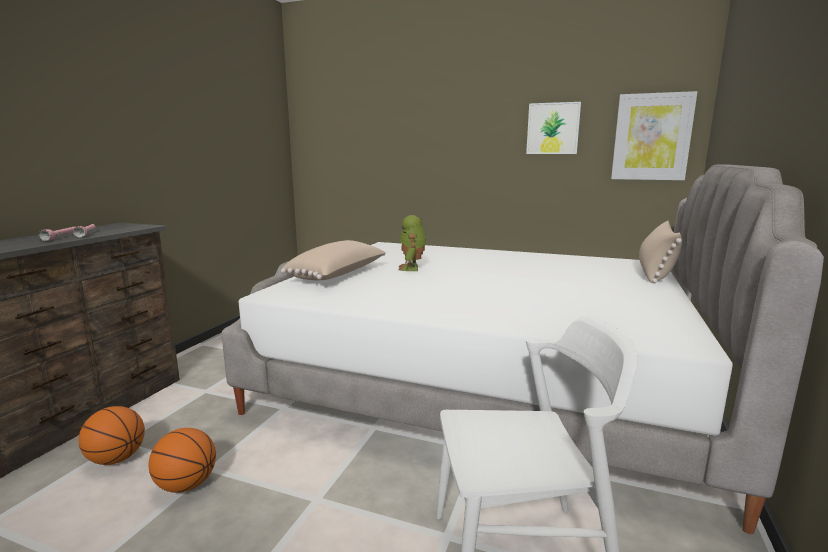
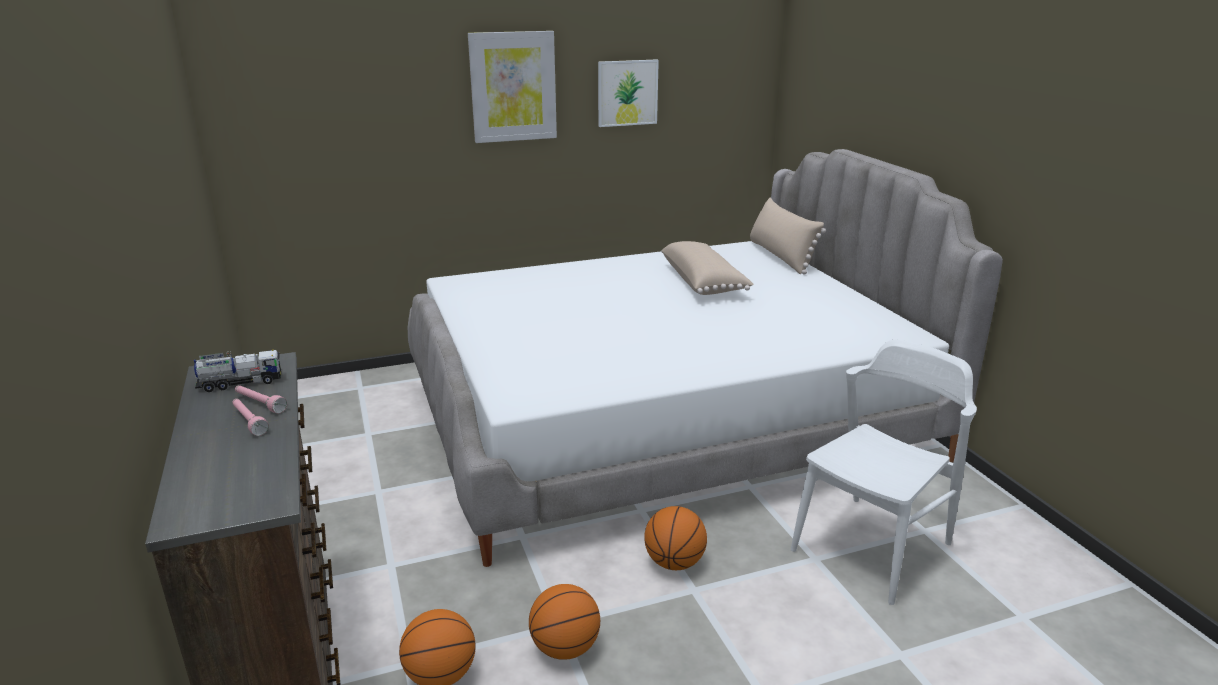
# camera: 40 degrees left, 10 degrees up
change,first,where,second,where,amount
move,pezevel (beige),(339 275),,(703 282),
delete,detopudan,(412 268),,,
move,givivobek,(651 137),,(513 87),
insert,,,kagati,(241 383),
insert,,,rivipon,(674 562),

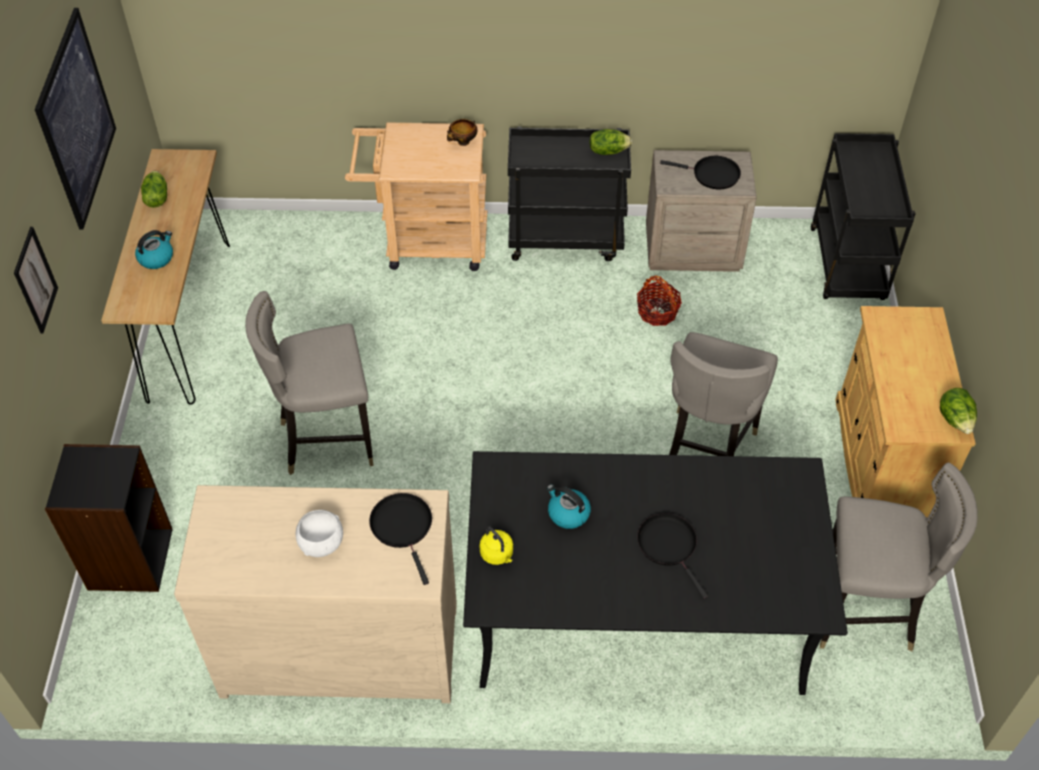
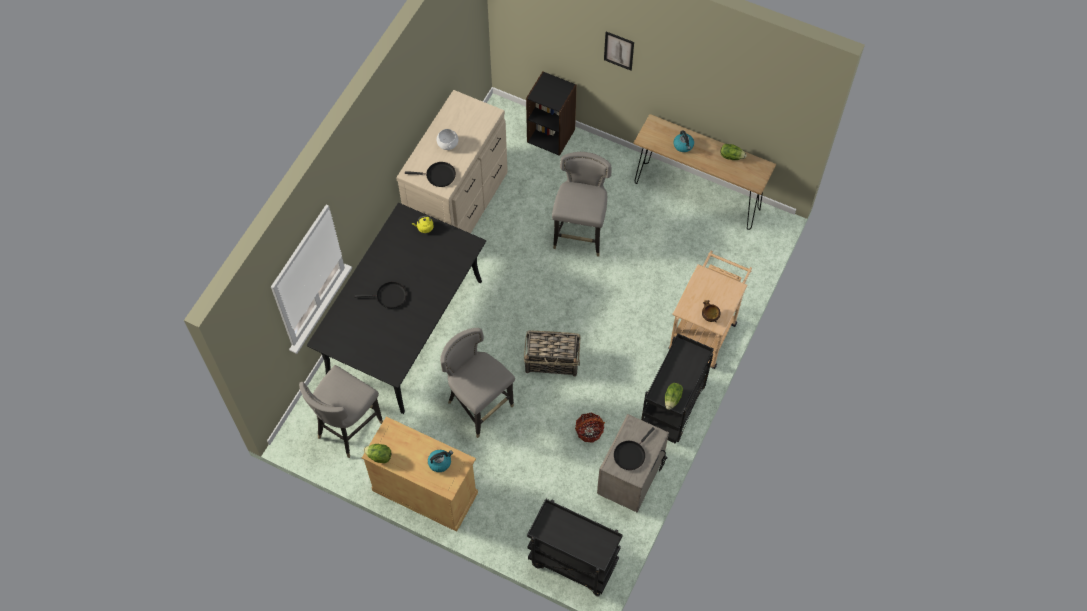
# camera: 115 degrees right, 10 degrees up
change,first,where,second,where,amount
delete,givivobek,(76 119),,,
move,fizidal,(567 513),,(440 462),
insert,,,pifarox,(552 360),

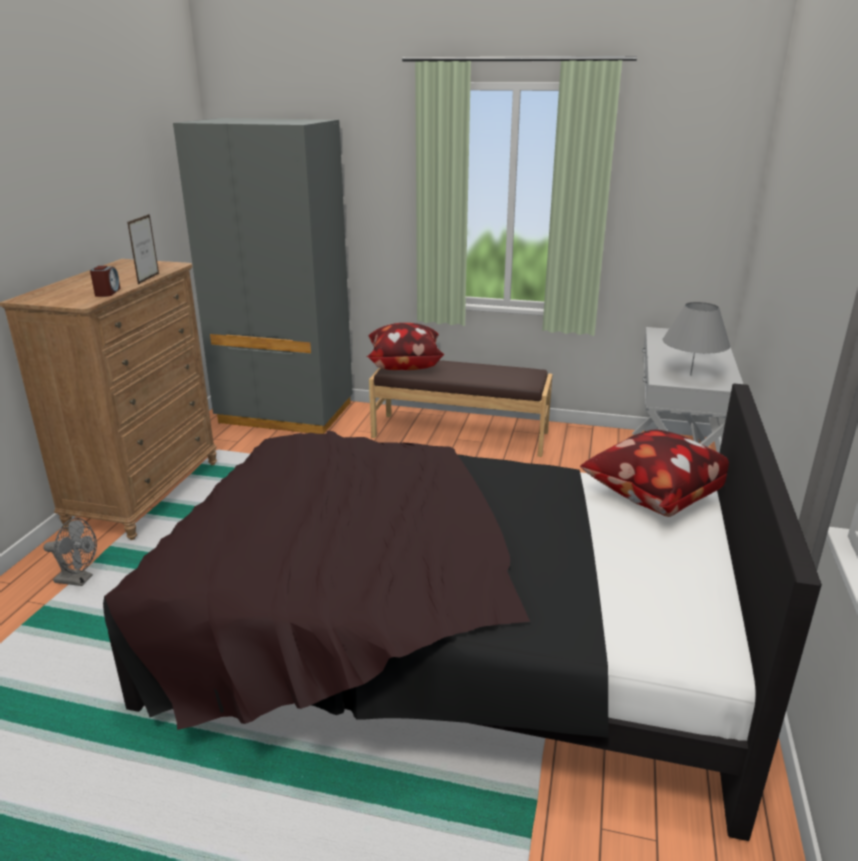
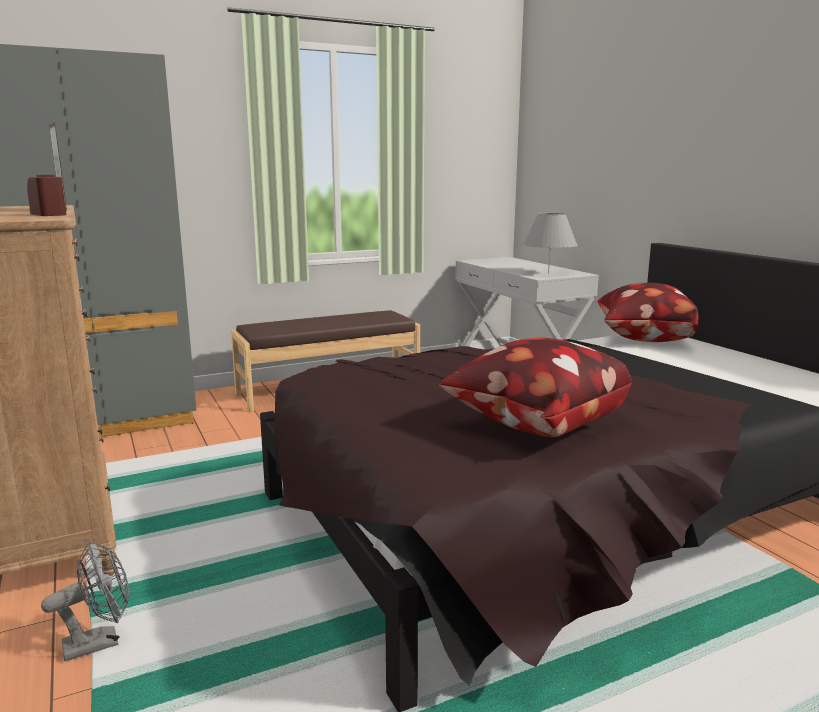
# camera: 40 degrees left, 10 degrees down
change,first,where,second,where,amount
move,pezevel,(404 365),,(534 424),

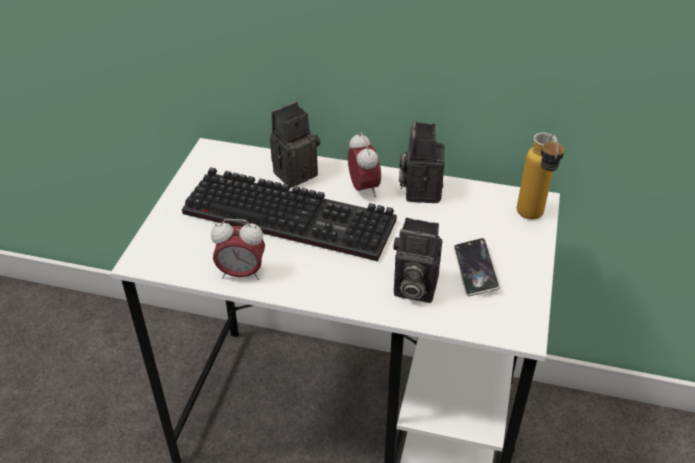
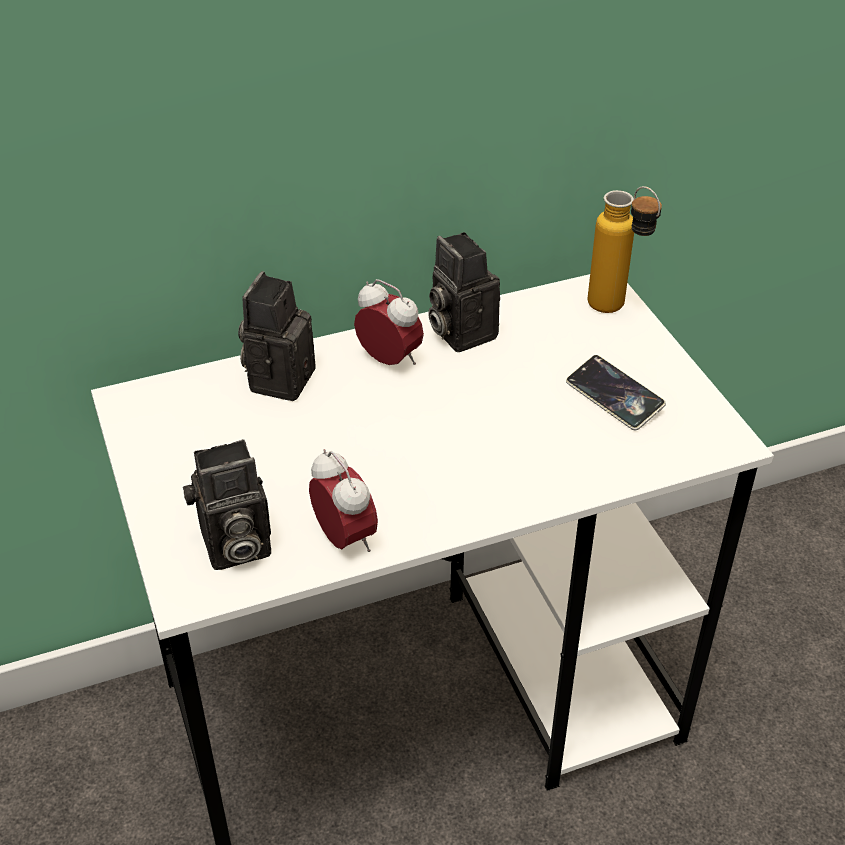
# camera: 35 degrees left, 0 degrees up
change,first,where,second,where,amount
delete,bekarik,(294 215),,,
rotate,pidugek,(241 273),,(345 539),90 degrees counterclockwise
move,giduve,(412 288),,(233 548),

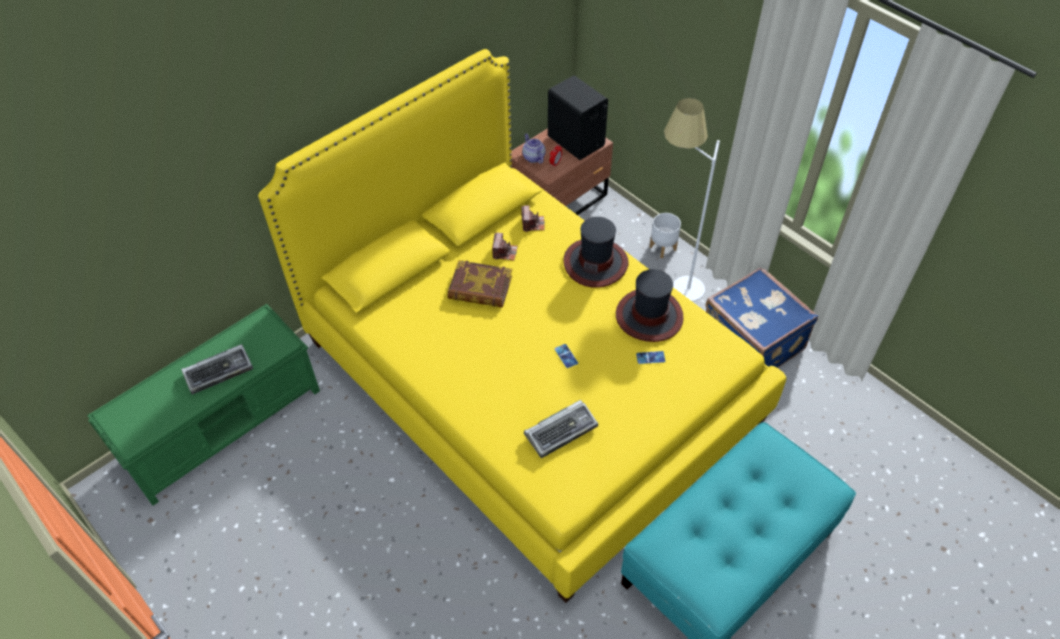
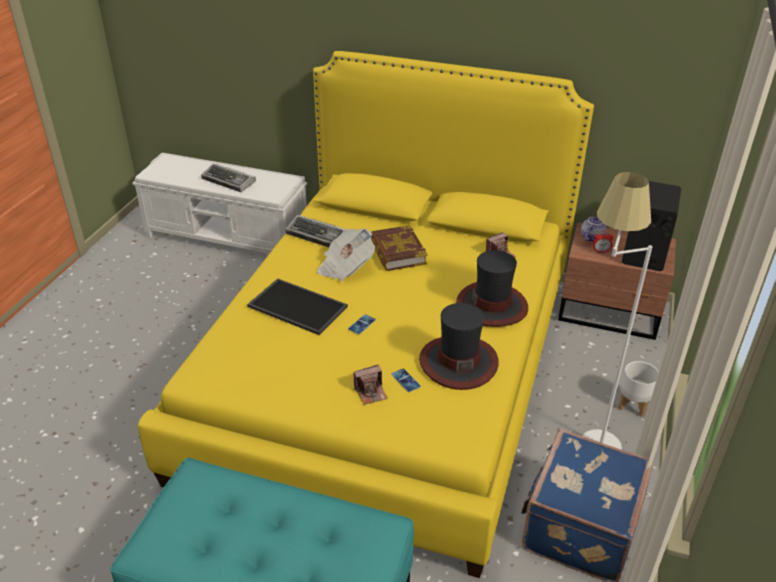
# camera: 60 degrees right, 15 degrees down
change,first,where,second,where,amount
recolor,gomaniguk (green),(224 424),gomaniguk (white),(228 237),
move,giduve,(504 252),,(371 392),
move,bekarik,(561 430),,(318 236),
insert,,,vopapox,(296 307),
insert,,,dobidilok,(345 267),

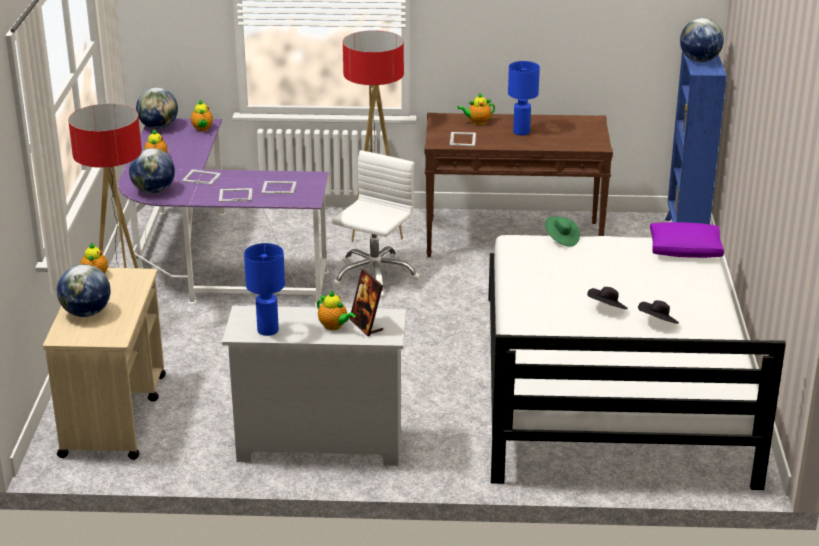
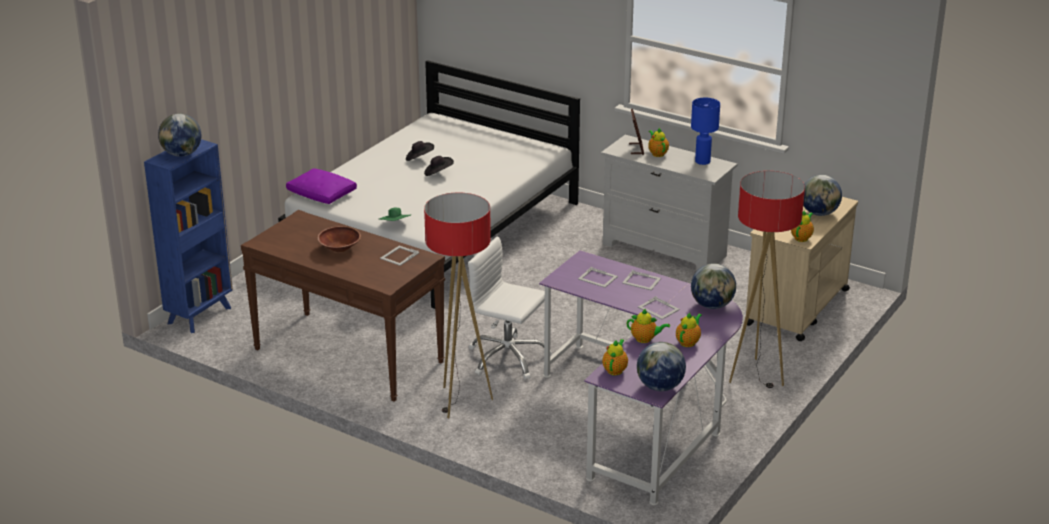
# camera: 150 degrees left, 0 degrees up
change,first,where,second,where,amount
rotate,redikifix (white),(374 275),,(507 358),60 degrees clockwise
move,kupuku,(477 122),,(645 339),
replace,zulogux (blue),(522 132),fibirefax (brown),(339 248),

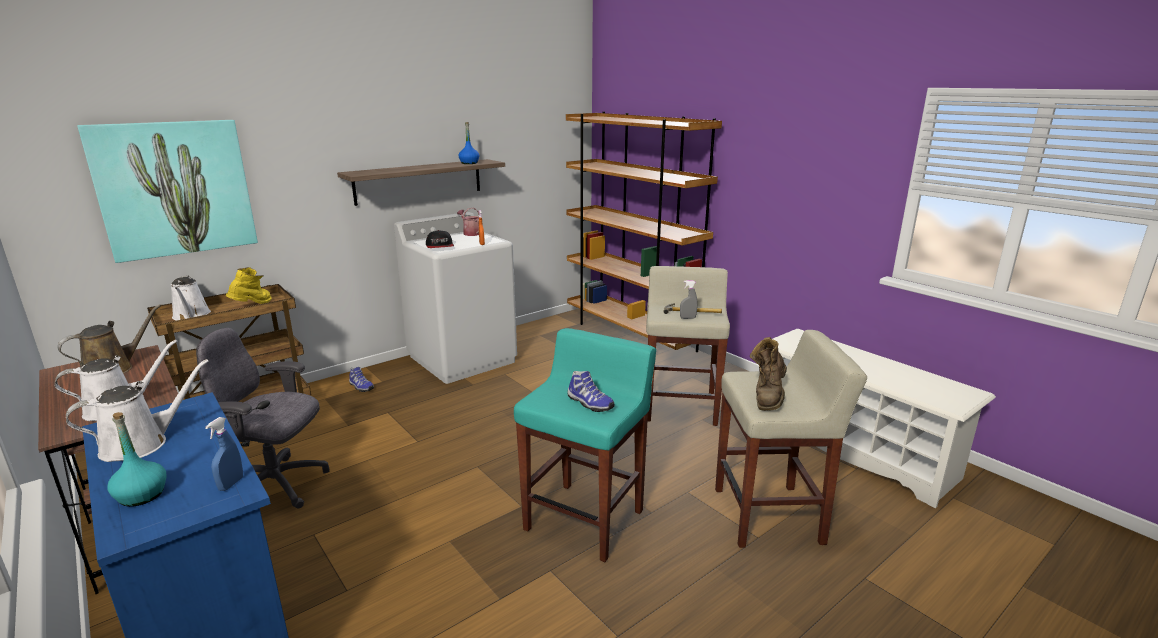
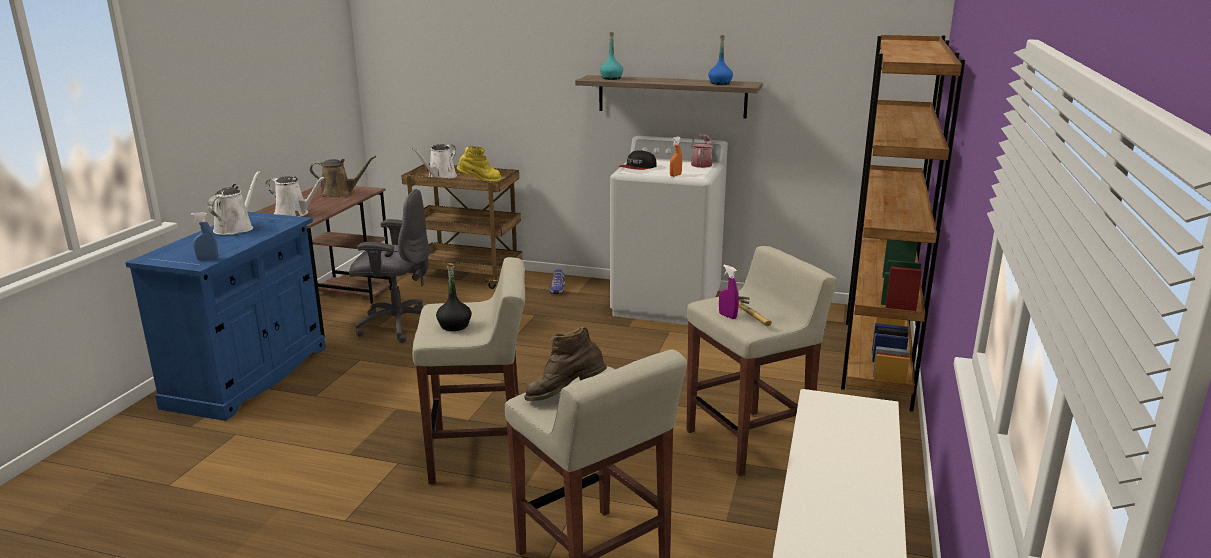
# camera: 55 degrees right, 0 degrees up
change,first,where,second,where,amount
rotate,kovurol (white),(141 444),,(236 228),90 degrees counterclockwise
delete,givivobek,(175 188),,,
move,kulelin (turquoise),(142 495),,(611 78),
rotate,redikifix (grey),(277 487),,(397 325),120 degrees clockwise
recolor,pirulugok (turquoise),(585 519),pirulugok (beige),(479 455),
replace,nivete,(589 403),kulelin (black),(454 326),
recolor,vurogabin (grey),(687 318),vurogabin (purple),(727 316),

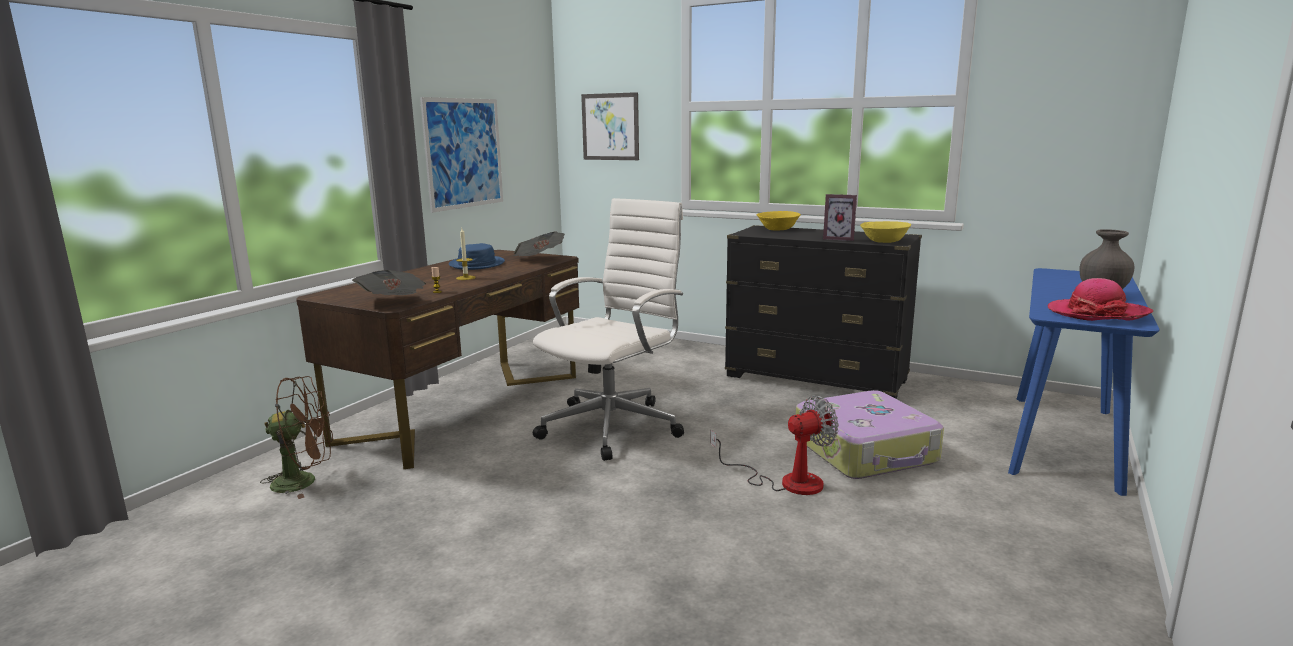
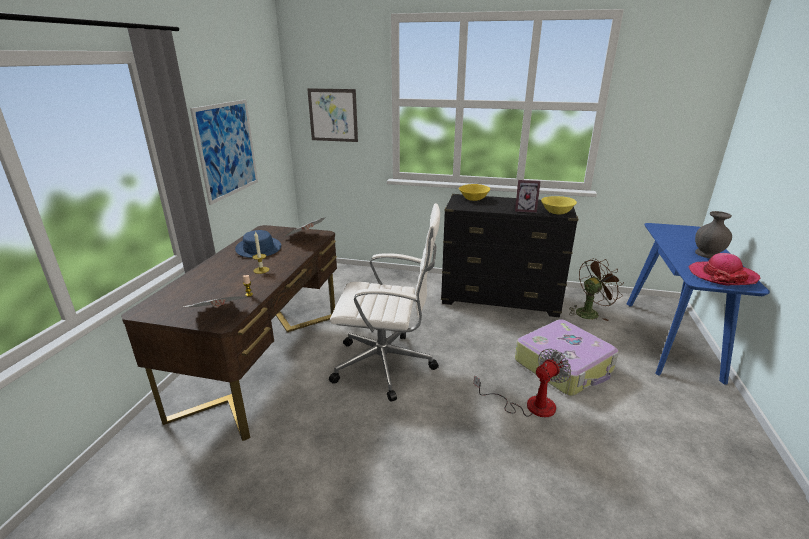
# camera: 15 degrees left, 10 degrees up
change,first,where,second,where,amount
move,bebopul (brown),(304 481),,(589 312),
rotate,redikifix (white),(614 426),,(386 365),75 degrees clockwise

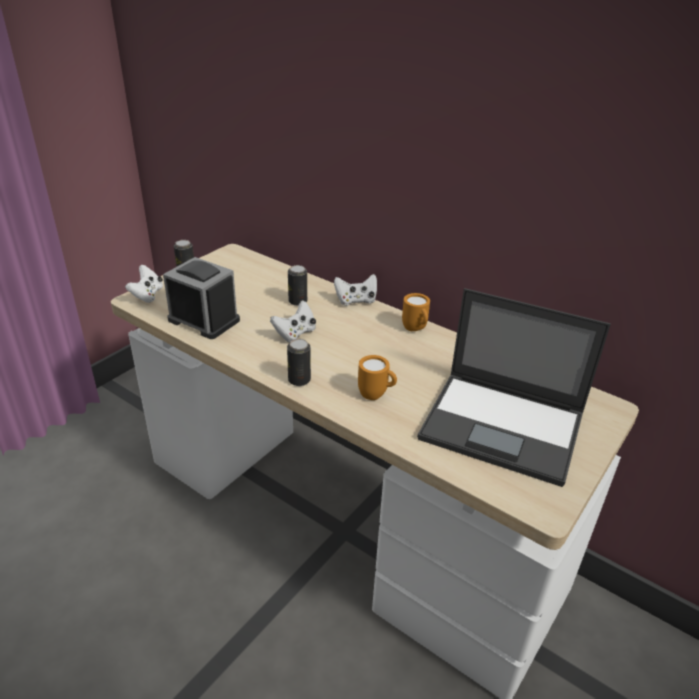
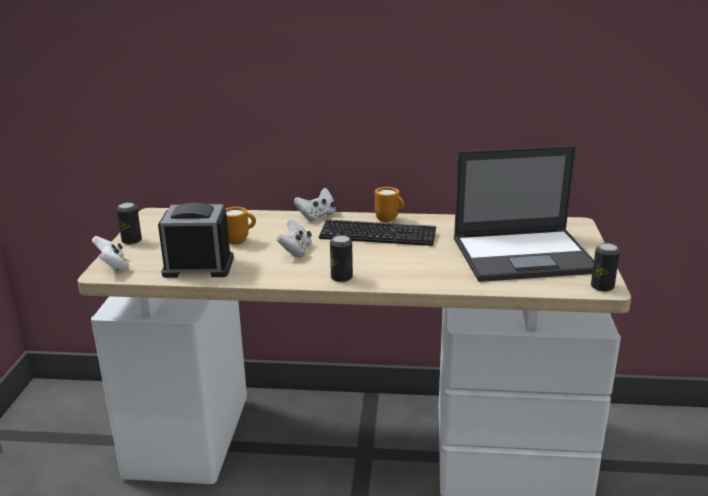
# camera: 30 degrees left, 10 degrees down
change,first,where,second,where,amount
move,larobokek,(297 301),,(602 287),
move,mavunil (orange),(376 395),,(240 241),
insert,,,bekarik,(377 235),

